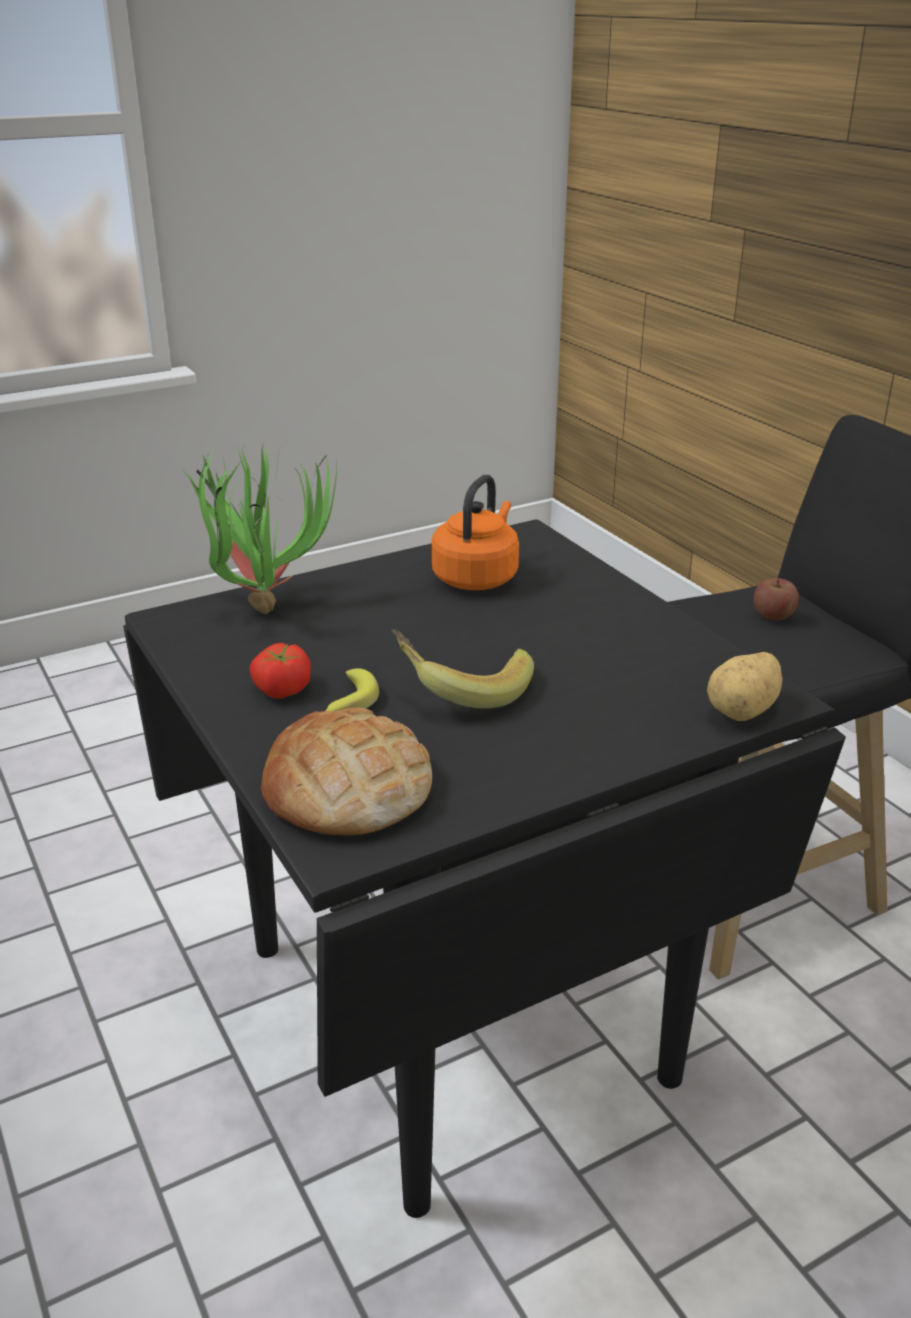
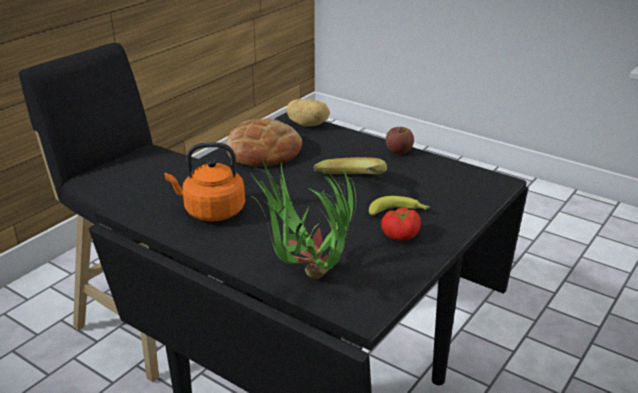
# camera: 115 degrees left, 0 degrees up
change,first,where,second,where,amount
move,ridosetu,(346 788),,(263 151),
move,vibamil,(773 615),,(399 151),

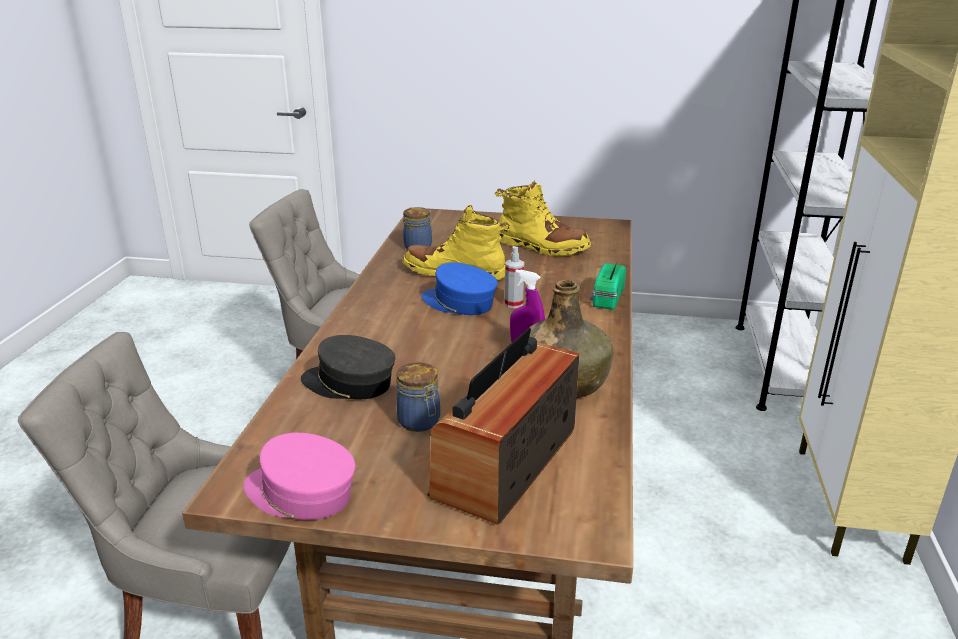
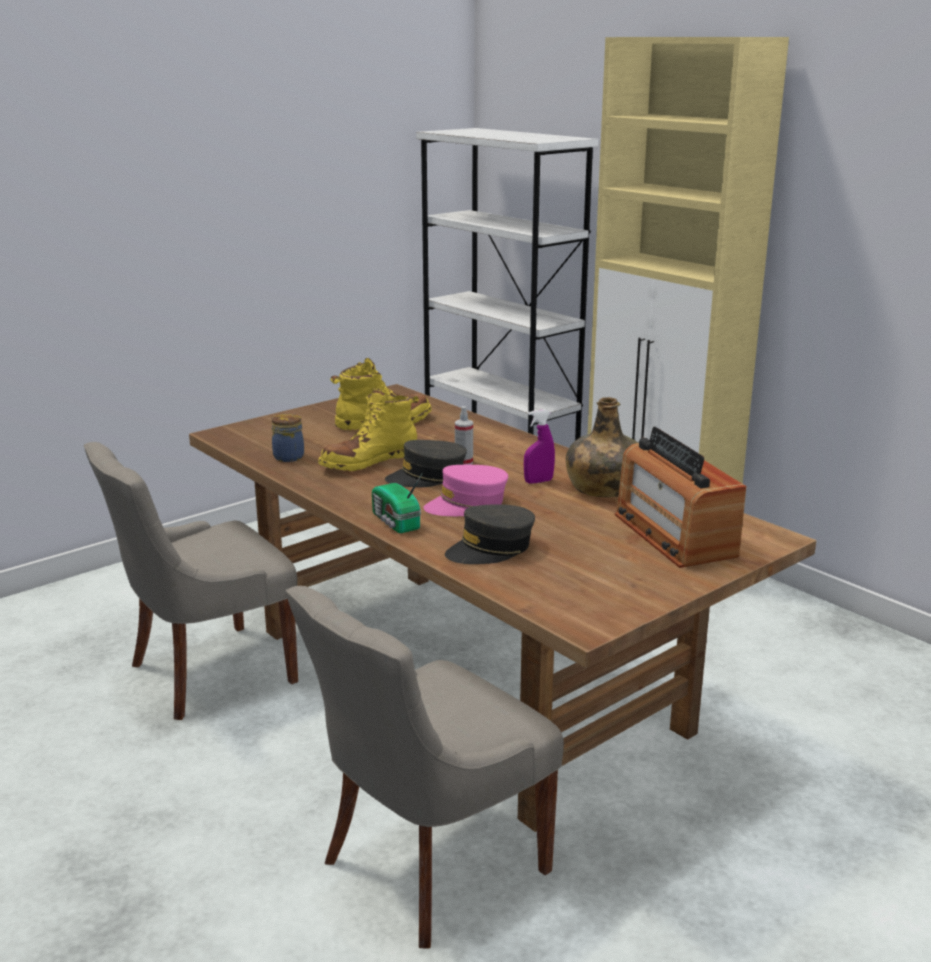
# camera: 50 degrees left, 5 degrees down
change,first,where,second,where,amount
move,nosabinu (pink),(301 493),,(467 504),
delete,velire,(420 422),,,
recolor,nosabinu (blue),(459 303),nosabinu (grey),(427 477),
move,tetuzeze,(606 298),,(395 522),

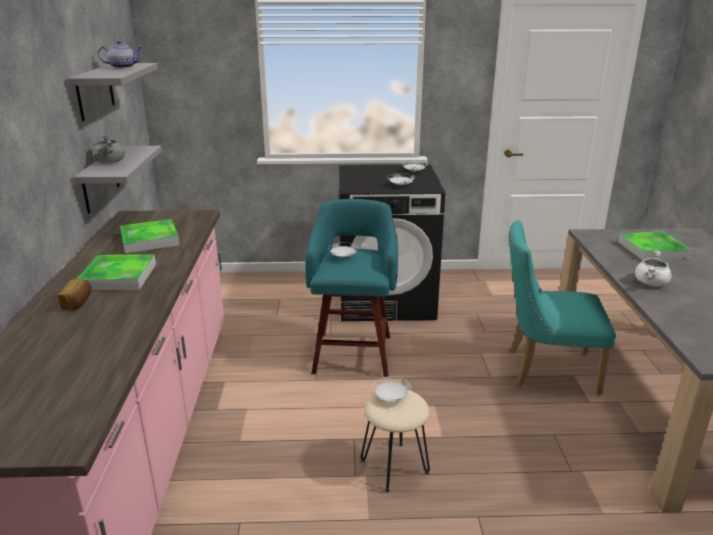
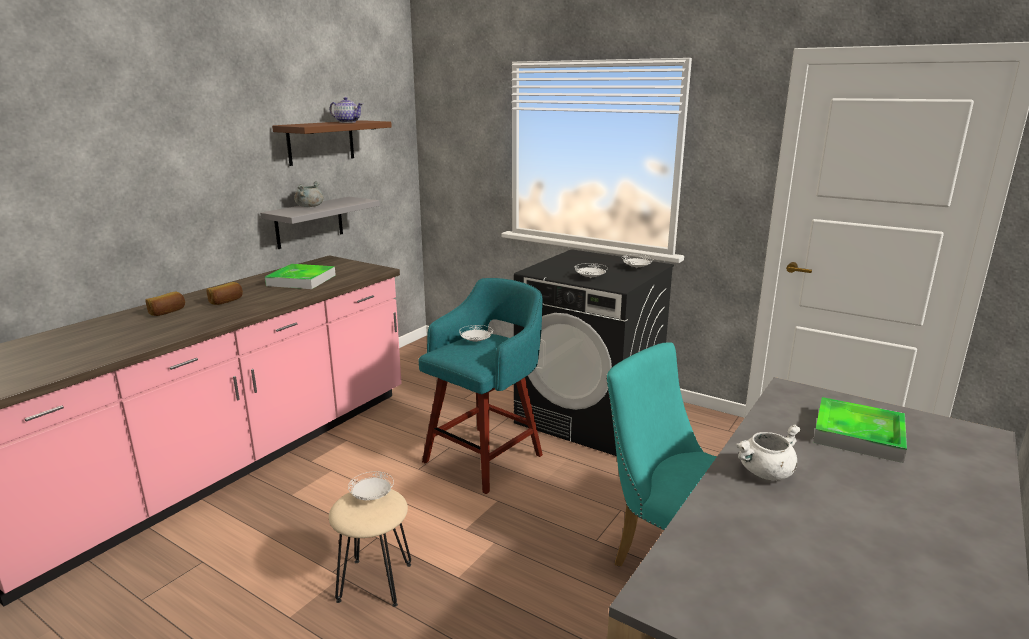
# camera: 35 degrees right, 5 degrees down
change,first,where,second,where,amount
recolor,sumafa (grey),(95 91),sumafa (brown),(321 142),
replace,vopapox,(118 276),ridosetu,(226 301),

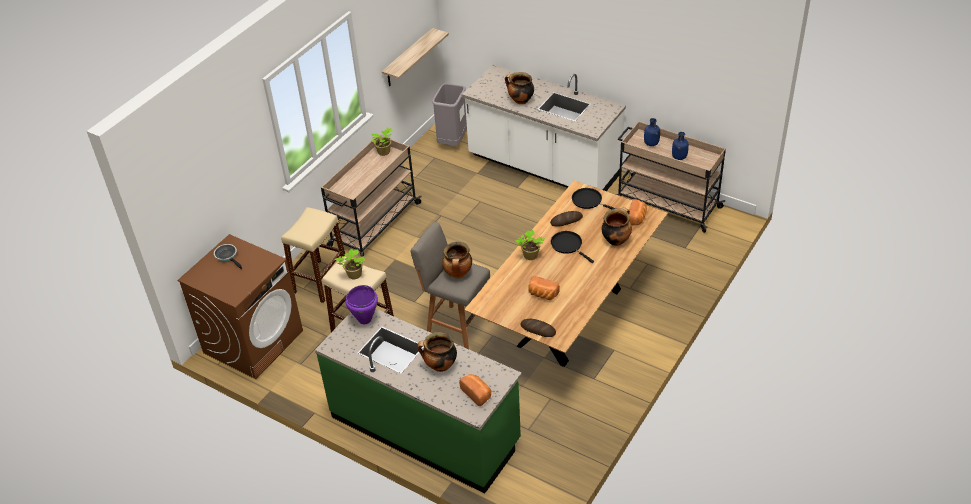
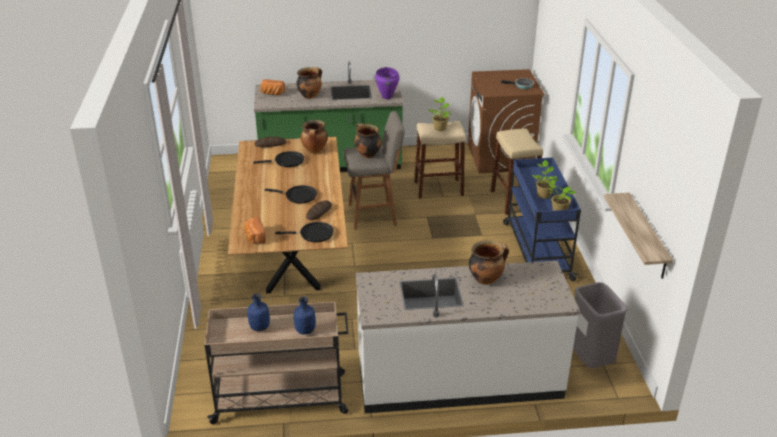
# camera: 140 degrees right, 10 degrees down
change,first,where,second,where,amount
recolor,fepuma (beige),(374 225),fepuma (blue),(537 250),
move,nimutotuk,(530 256),,(543 194),
replace,ridosetu,(542 295),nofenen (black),(287 161),
move,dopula,(616 240),,(315 150),

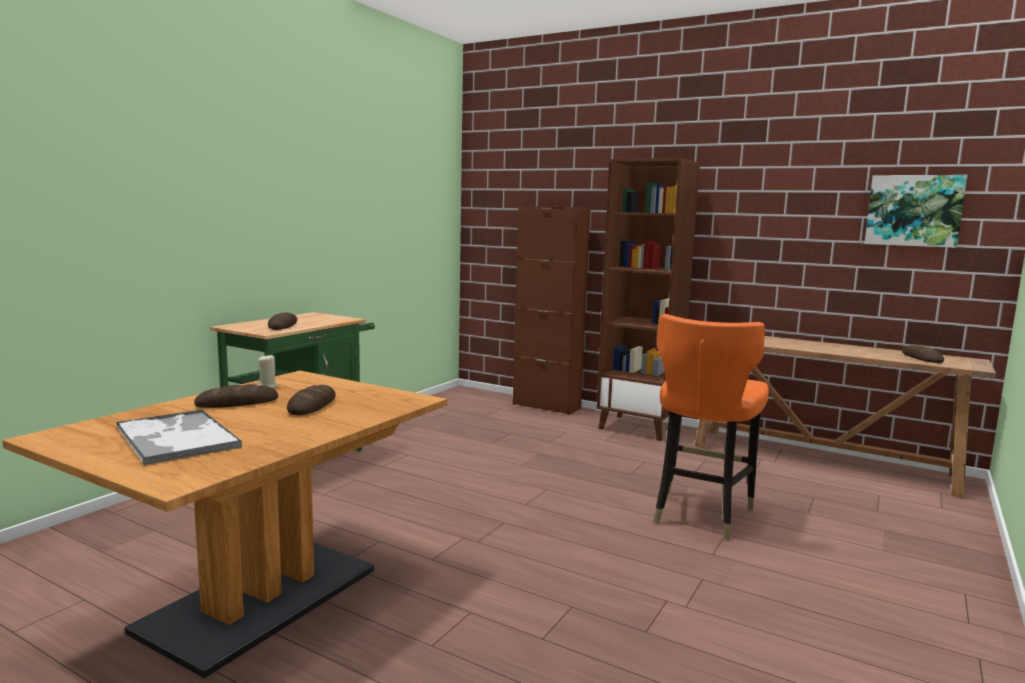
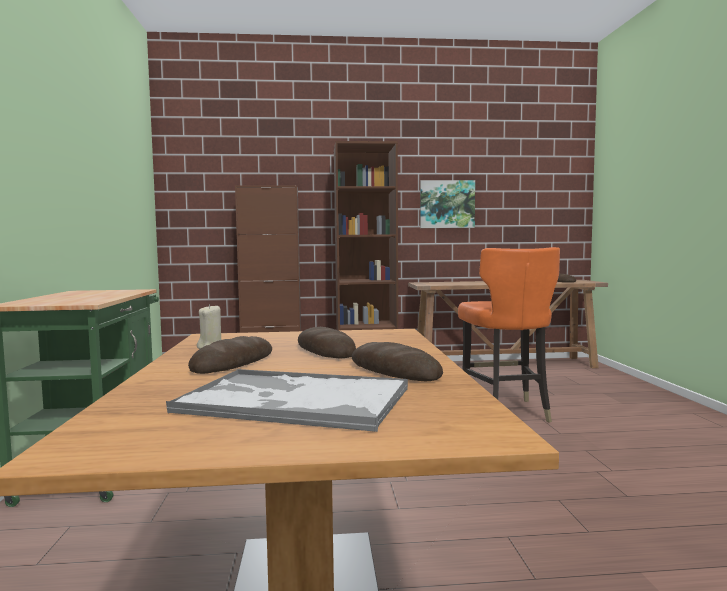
# camera: 35 degrees left, 5 degrees down
change,first,where,second,where,amount
move,ridosetu,(282 326),,(394 370),
move,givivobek,(914 210),,(447 204),

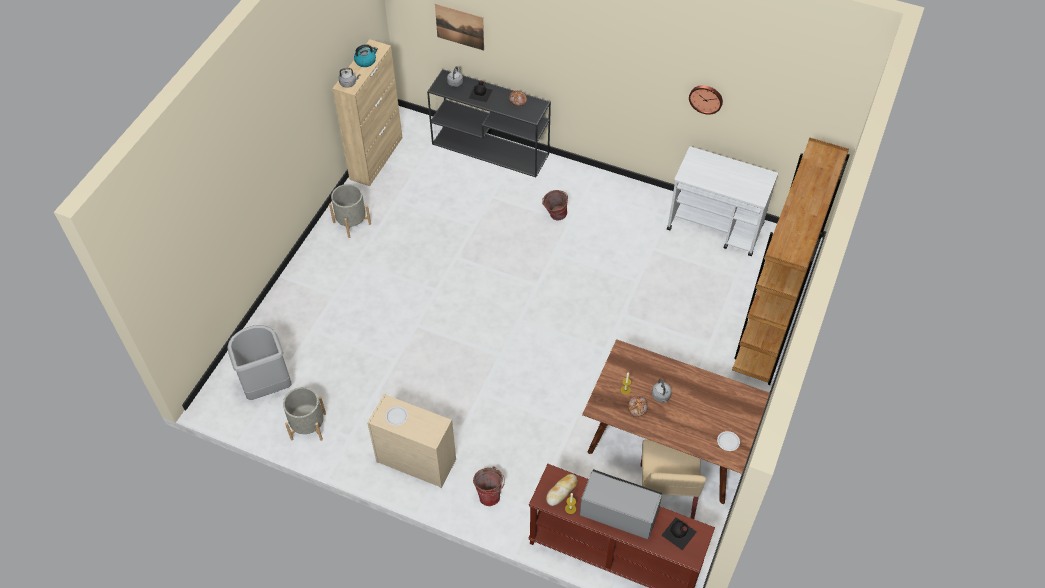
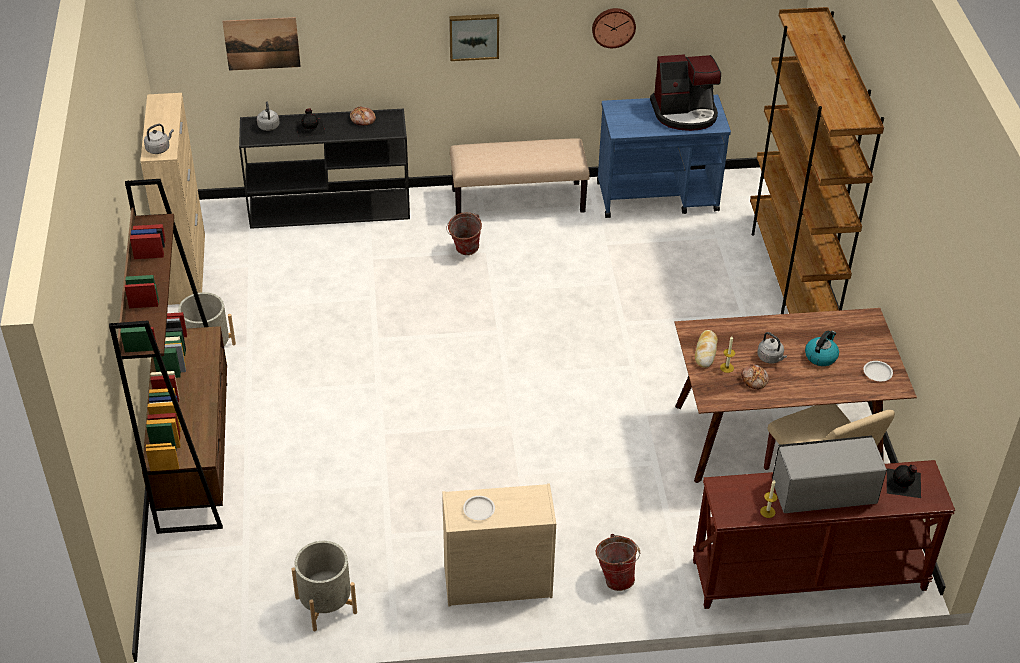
# camera: 30 degrees left, 10 degrees down
change,first,where,second,where,amount
delete,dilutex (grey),(268 386),,,
move,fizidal,(366 61),,(821 356),
move,ridosetu,(561 491),,(706 351),
recolor,fepuma (white),(715 227),fepuma (blue),(658 197),
insert,,,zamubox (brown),(193 454),
insert,,,givivobek,(474 36),
insert,,,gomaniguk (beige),(518 200),
insert,,,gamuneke,(685 113),

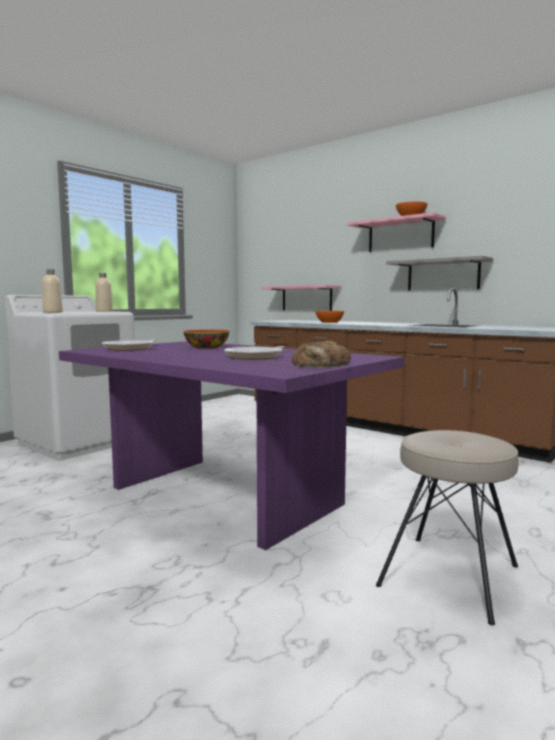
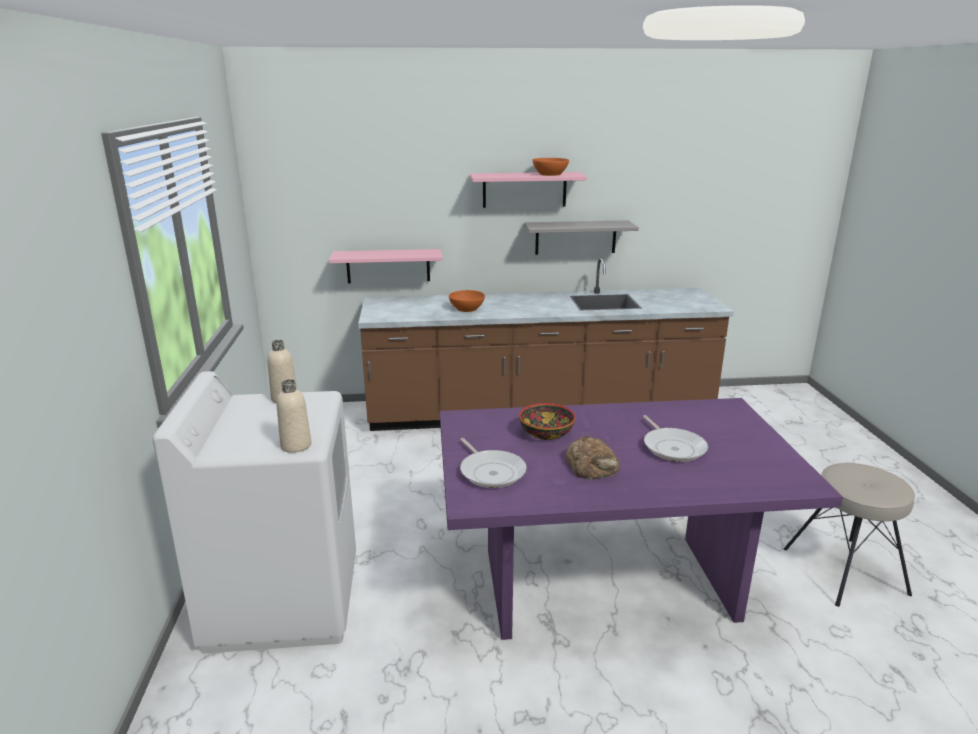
# camera: 45 degrees left, 15 degrees up
change,first,where,second,where,amount
move,ridosetu,(321 364),,(592 465),

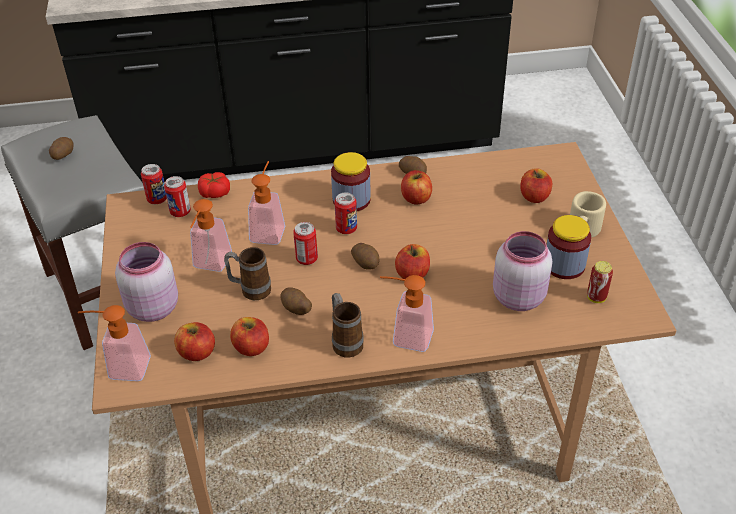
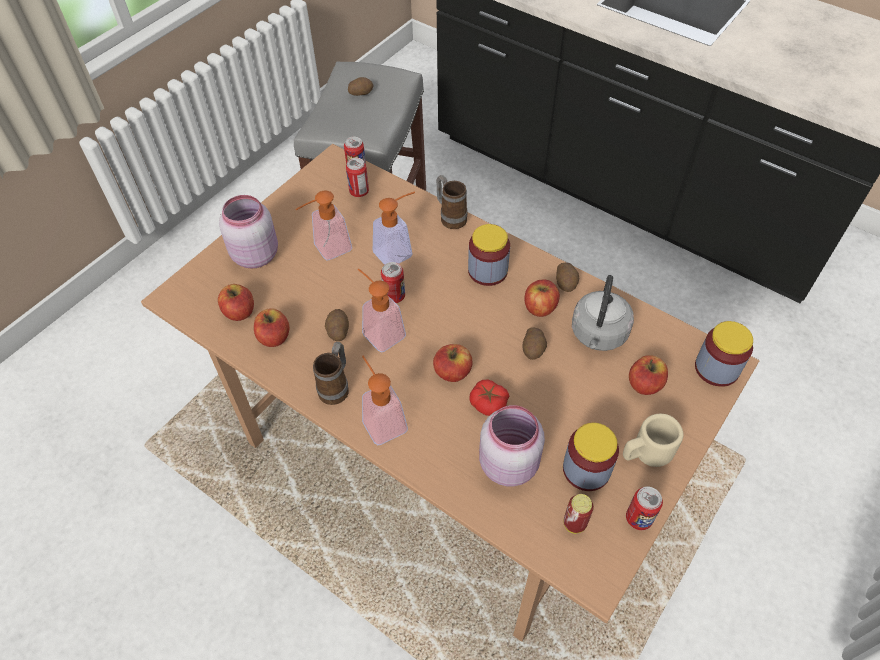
# camera: 45 degrees right, 10 degrees up
change,first,where,second,where,amount
move,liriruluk,(122 367),,(379 331),
move,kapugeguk,(215 192),,(488 404),
move,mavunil,(250 290),,(450 217),
move,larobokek,(346 229),,(638 518),
move,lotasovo,(366 263),,(533 349),
insert,,,fizidal (grey),(598 335),
insert,,,velire,(716 368),

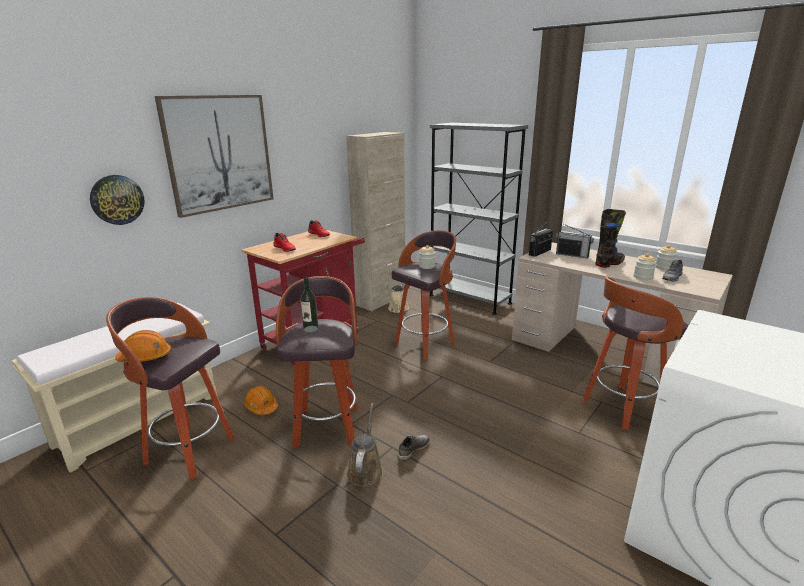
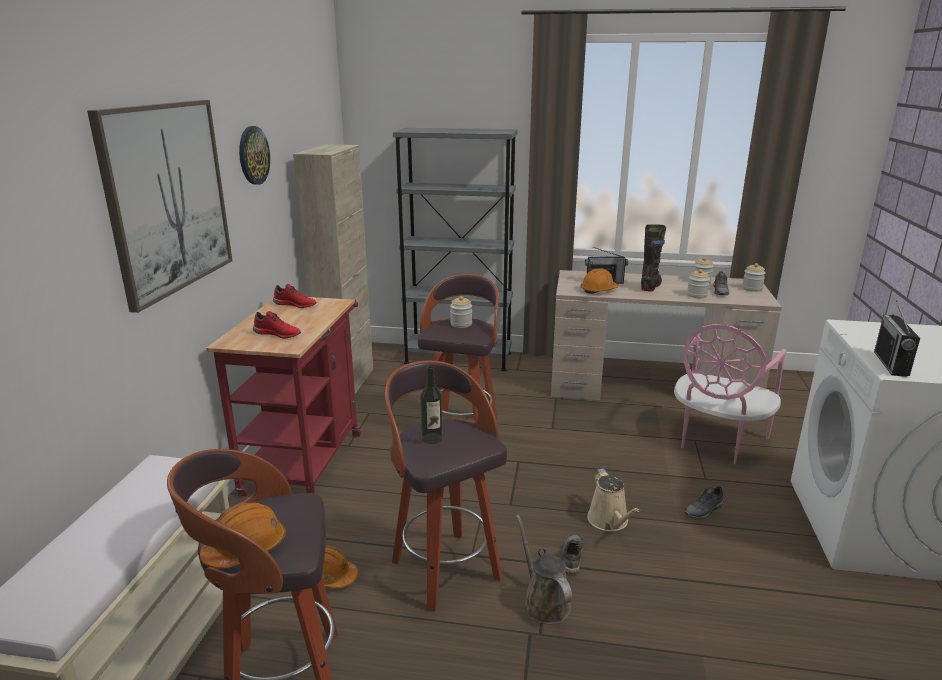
# camera: 30 degrees left, 0 degrees up
change,first,where,second,where,amount
move,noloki,(117 199),,(253 155),
move,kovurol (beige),(398 309),,(609 521),
move,tetuzeze,(539 252),,(890 364),
replace,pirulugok,(621 408),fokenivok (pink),(716 441),
insert,,,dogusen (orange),(598 290),
insert,,,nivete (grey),(704 510),
insert,,,velire,(752 288),

